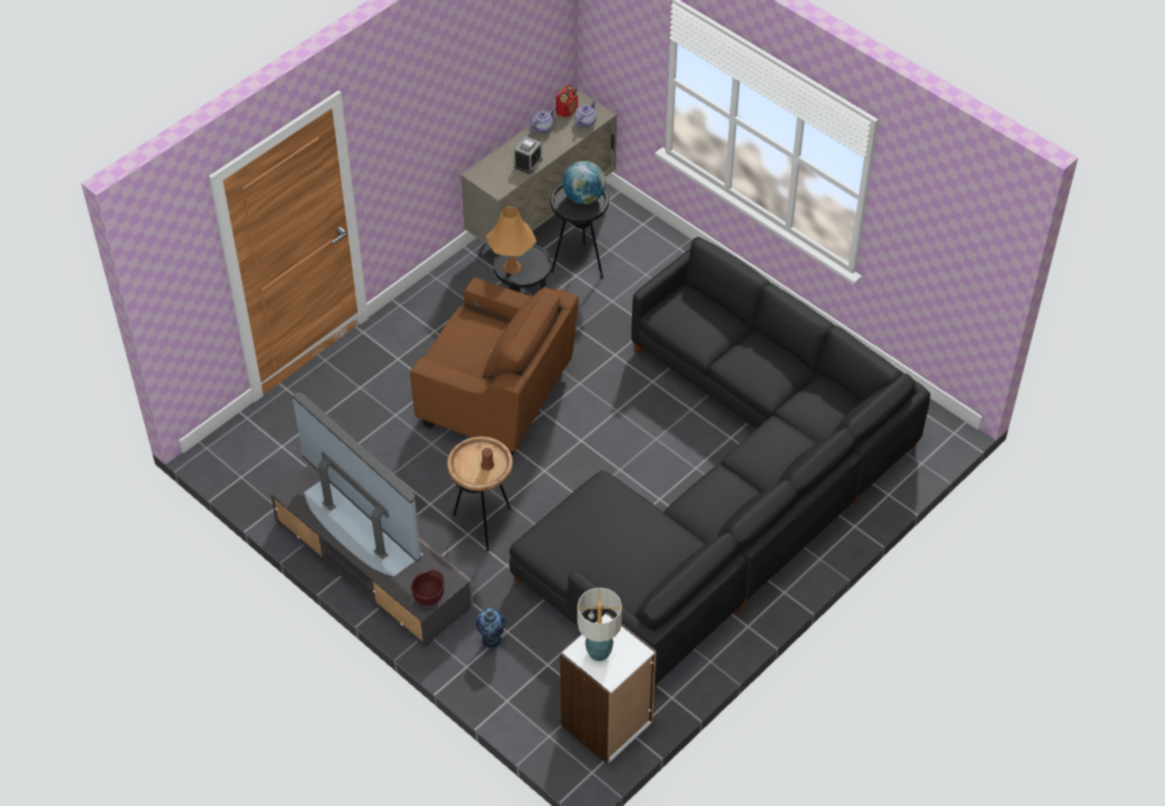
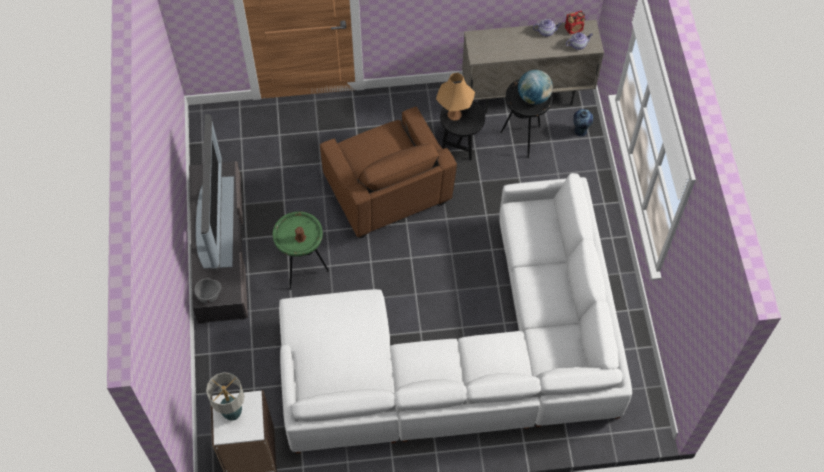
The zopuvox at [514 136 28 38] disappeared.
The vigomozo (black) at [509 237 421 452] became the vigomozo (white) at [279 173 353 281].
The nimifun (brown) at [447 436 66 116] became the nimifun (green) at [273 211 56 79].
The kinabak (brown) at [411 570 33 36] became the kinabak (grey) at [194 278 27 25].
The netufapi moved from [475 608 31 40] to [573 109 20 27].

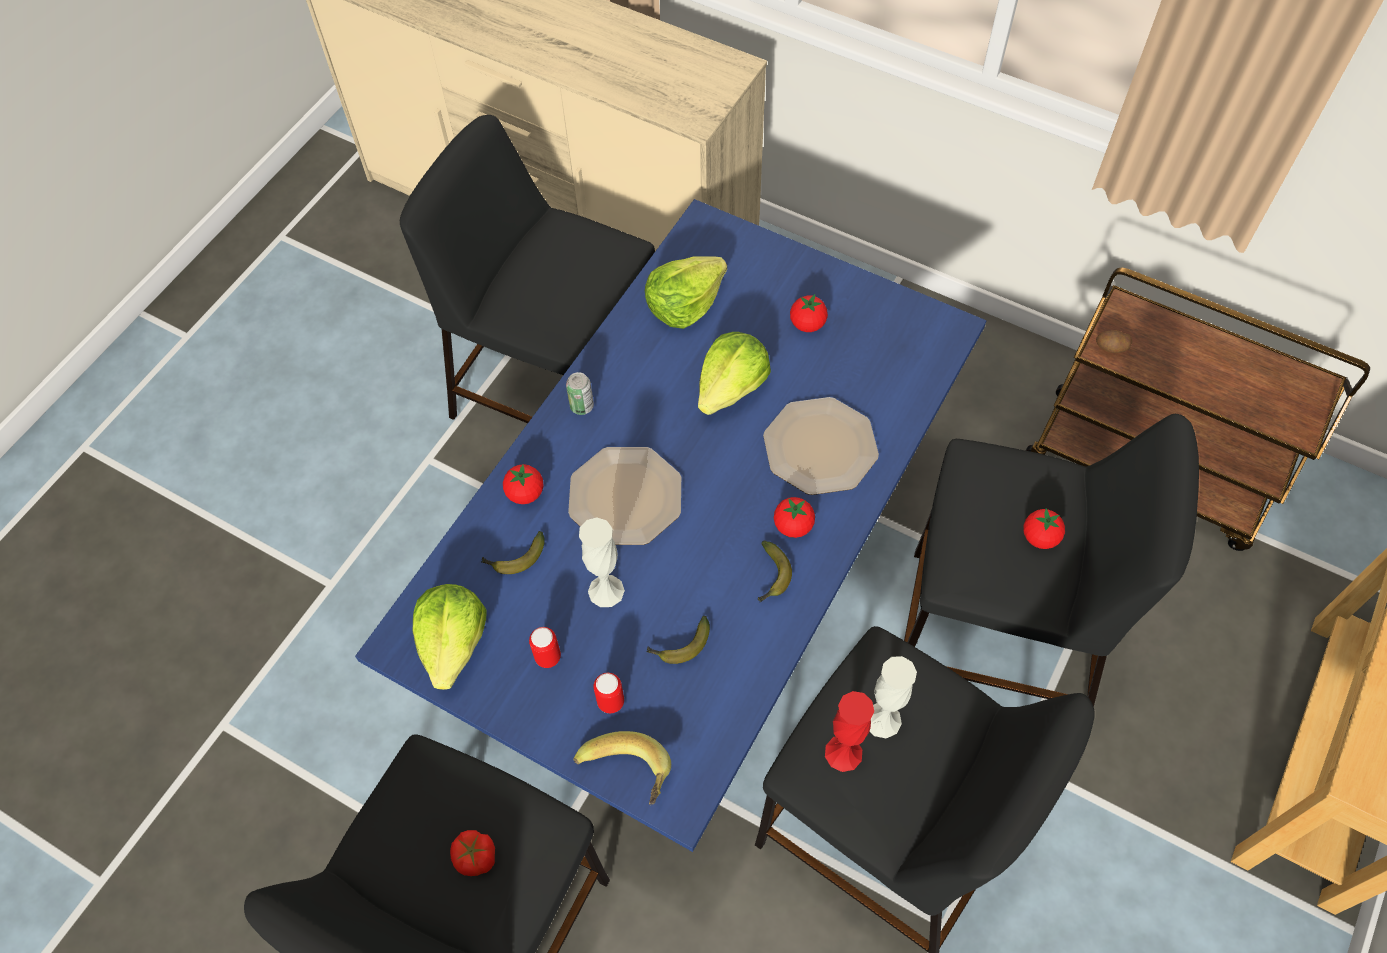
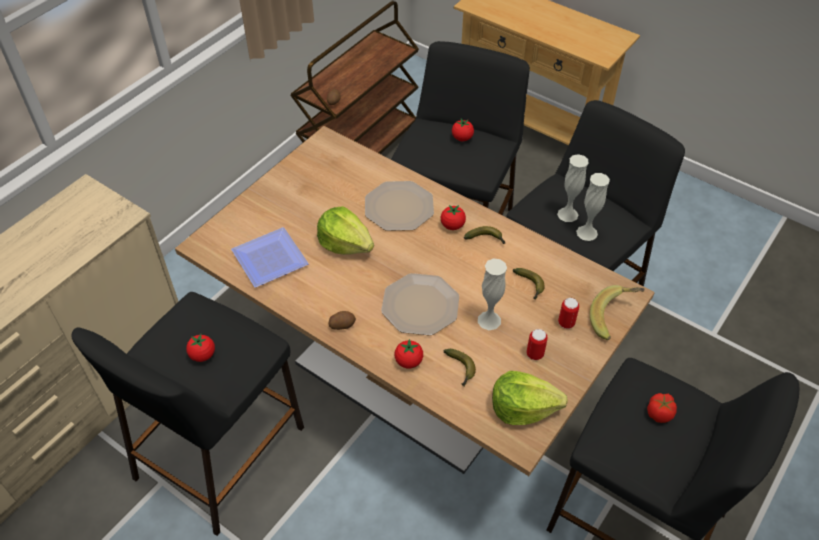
The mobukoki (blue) at [355 199 631 653] became the mobukoki (brown) at [175 126 480 350].
The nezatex at [645 256 82 73] was replaced by the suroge at [231 227 78 60].
The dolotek moved from [790 294 38 38] to [186 334 29 28].
The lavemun at [566 372 28 43] was replaced by the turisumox at [329 311 27 19].
The netufapi (red) at [825 691 49 81] became the netufapi (white) at [576 173 34 68].

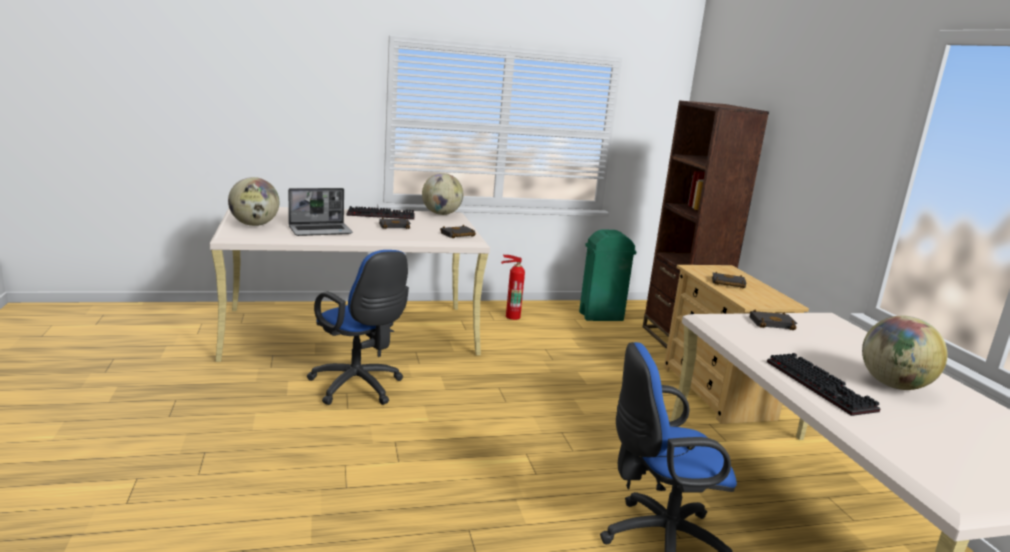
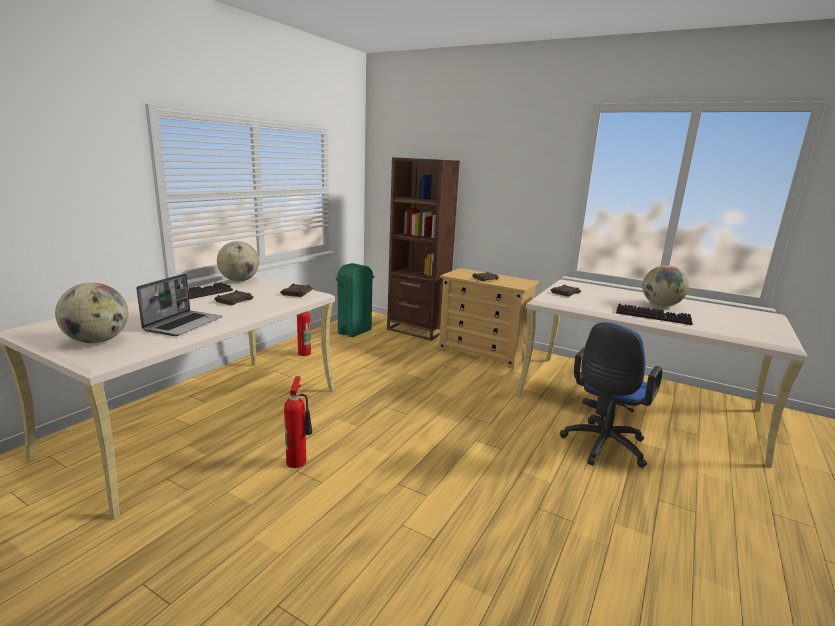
The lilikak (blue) at [307 250 102 155] was replaced by the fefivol at [284 376 28 92].

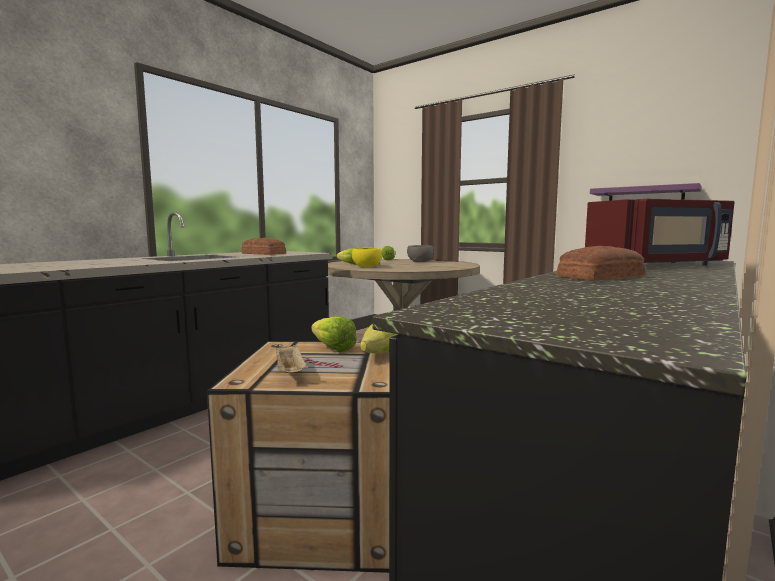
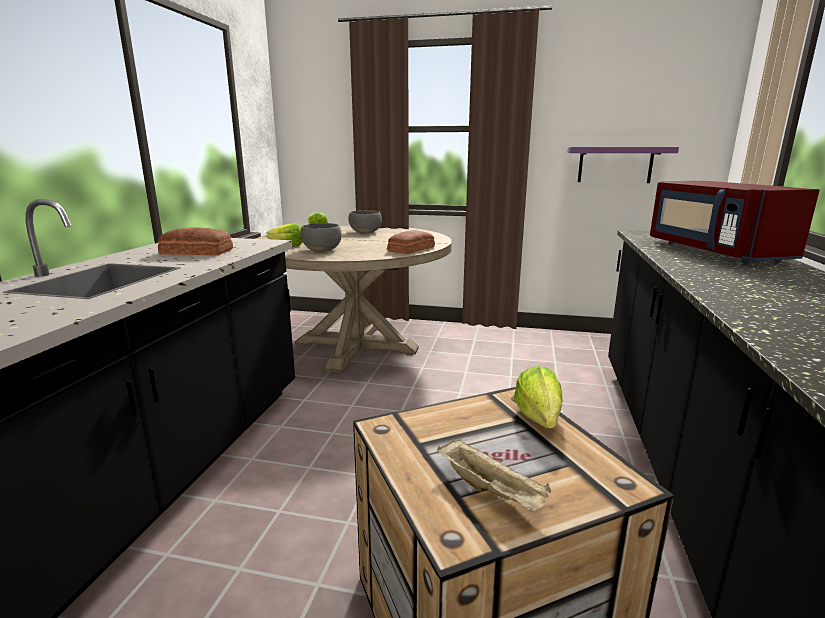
The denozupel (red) at [585 199 150 67] turned 120 degrees clockwise.
The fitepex moved from [557 246 88 34] to [387 230 48 24].
The kinabak (yellow) at [352 248 30 19] became the kinabak (grey) at [300 223 42 29].
The nezatex at [311 316 46 36] disappeared.

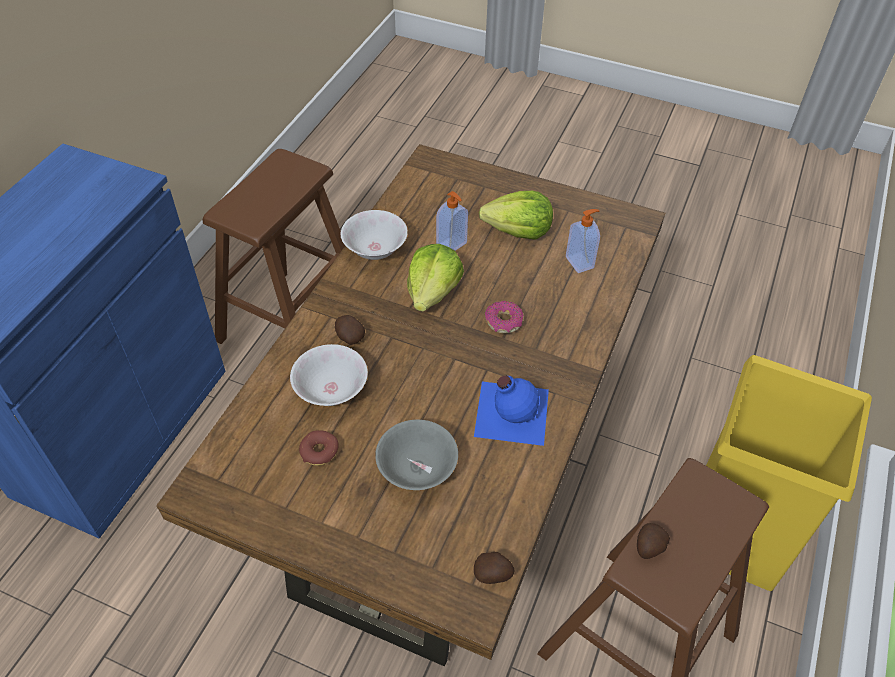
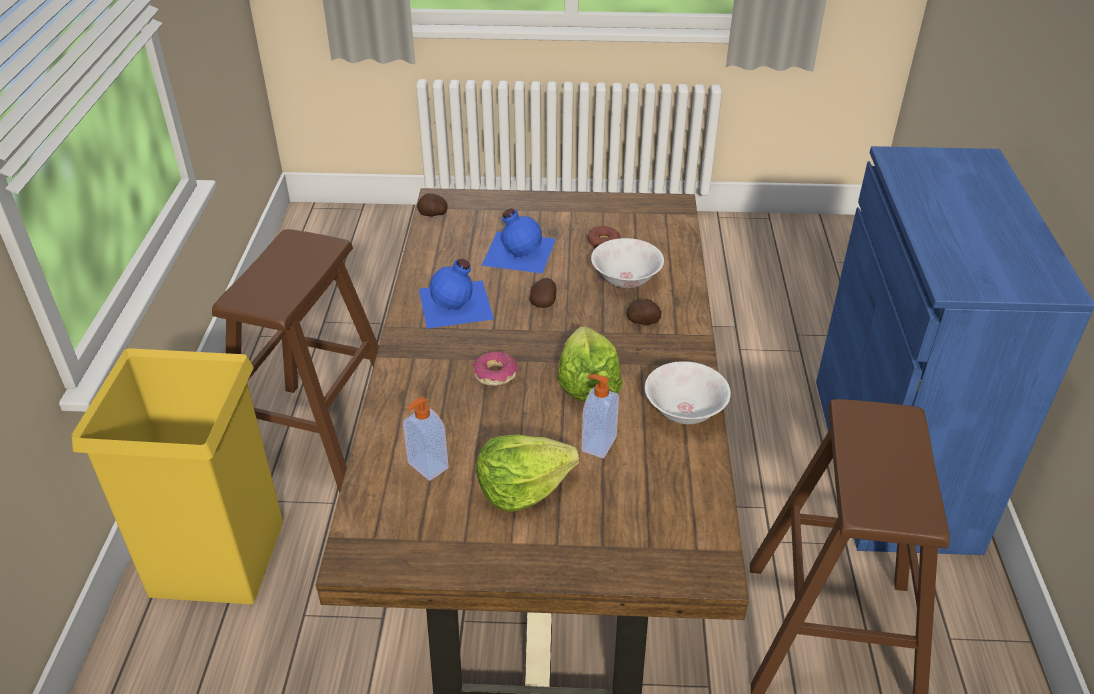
The kinabak (grey) at [375 420 83 70] was replaced by the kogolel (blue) at [481 208 75 66].
The turisumox moved from [637 523 33 36] to [530 278 26 30].

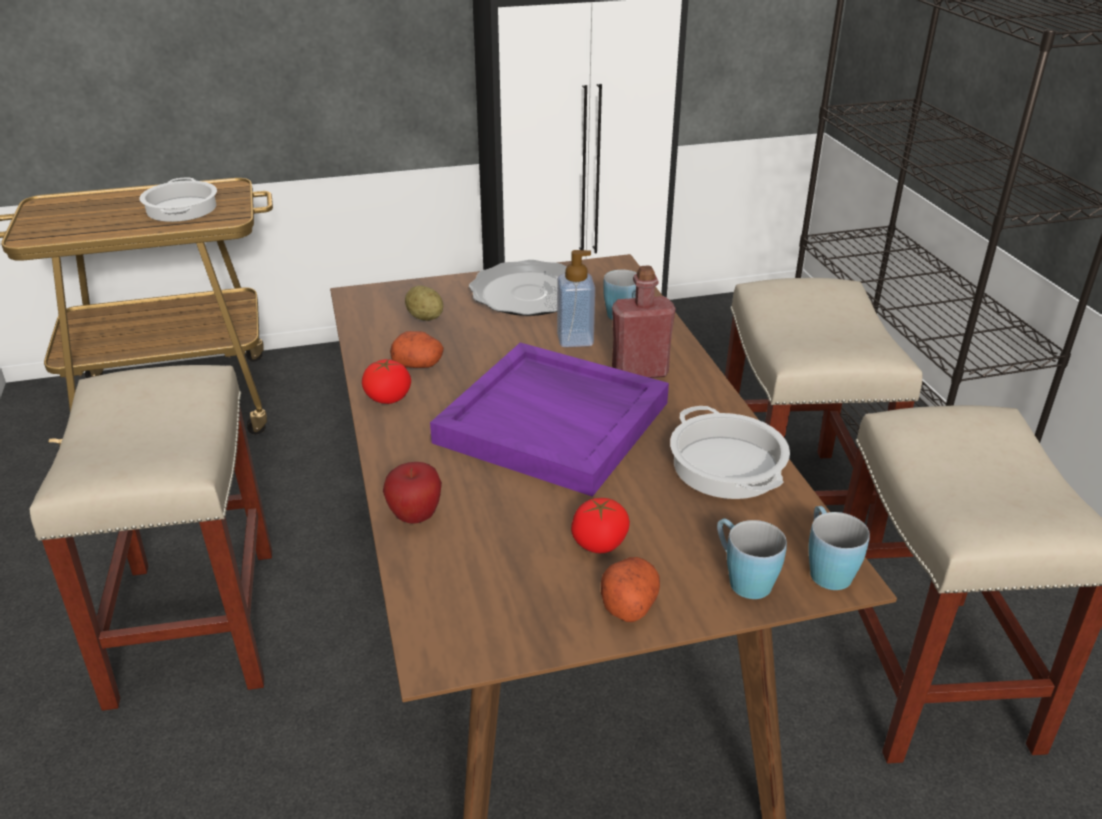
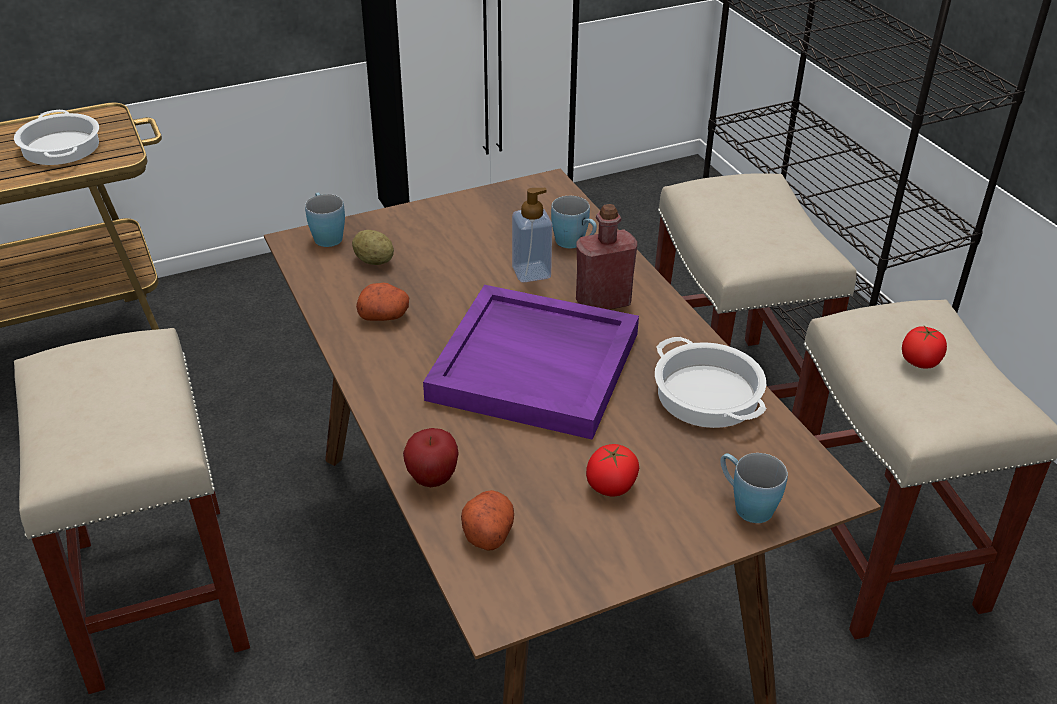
The suroge at [469 260 97 56] disappeared.
The dolotek moved from [362 359 49 45] to [902 326 45 42].
The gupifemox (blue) moved from [808 506 62 84] to [305 192 40 55].
The turisumox moved from [601 557 59 65] to [461 490 53 61].

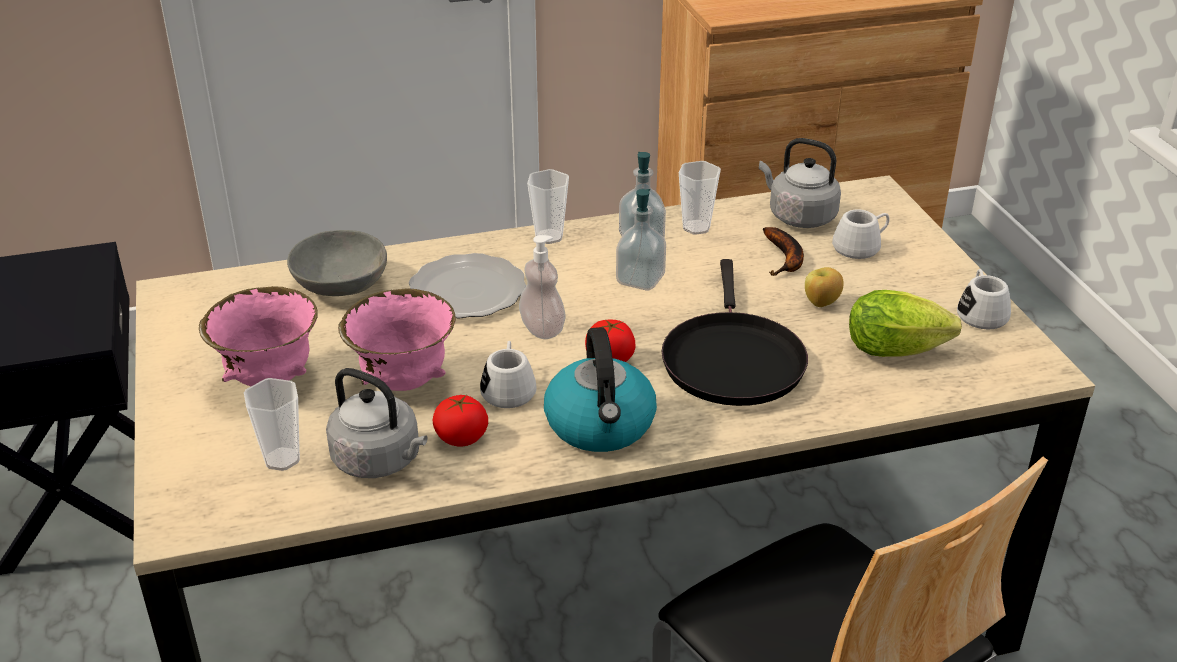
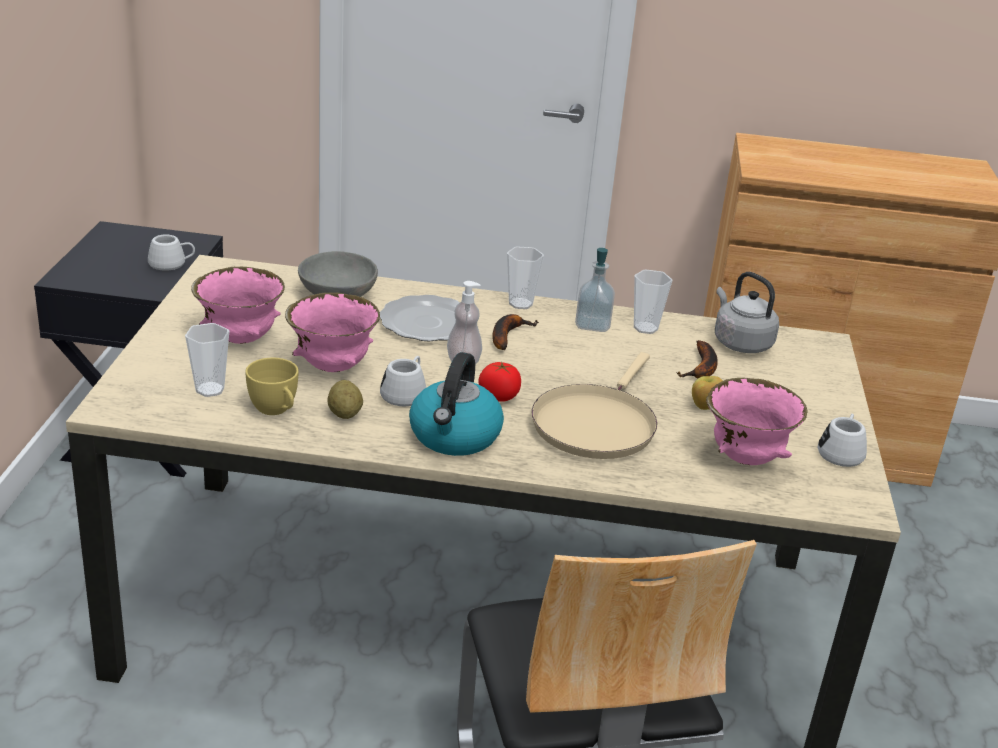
The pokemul at [616 189 50 101] disappeared.
The gupifemox (white) moved from [832 209 57 50] to [148 234 47 37].
The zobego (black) at [662 259 146 147] became the zobego (beige) at [532 352 125 107].
The nezatex at [849 290 113 67] was replaced by the kinabak (pink) at [706 378 102 87].
The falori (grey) at [326 368 102 110] was replaced by the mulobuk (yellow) at [245 358 54 57].
The dolotek at [433 394 55 53] was replaced by the turisumox at [328 380 35 39].
The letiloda at [492 314 47 36] appeared.

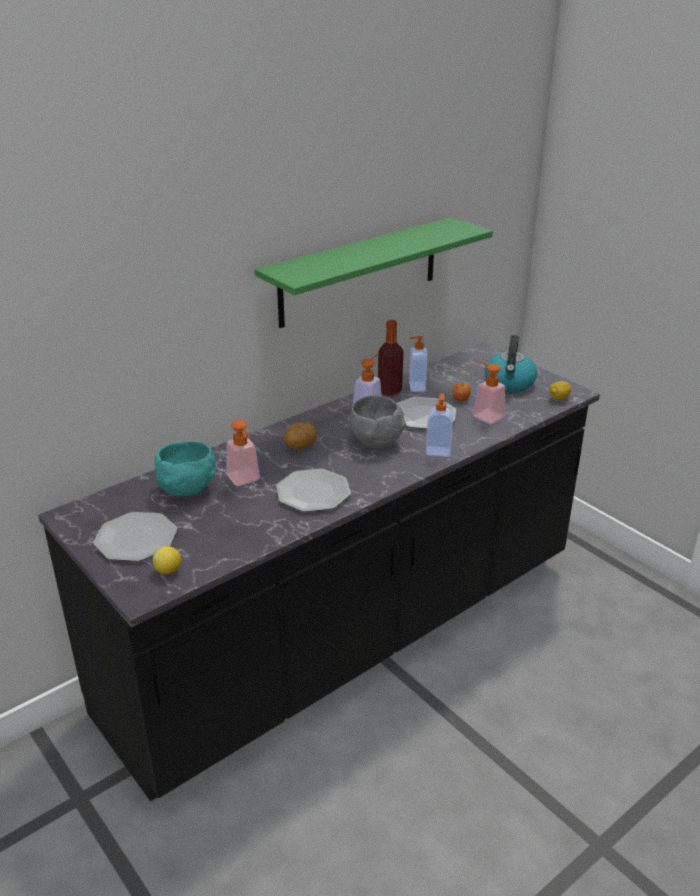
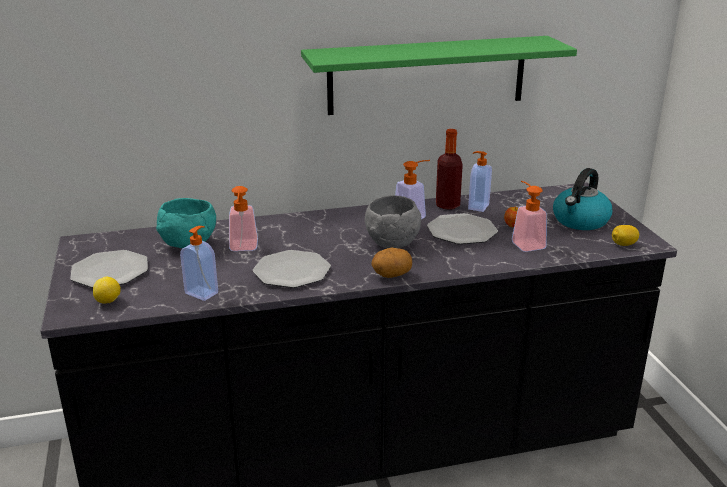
The pokemul moved from [426 393 27 64] to [180 226 38 75].
The turisumox moved from [284 422 33 28] to [371 248 41 30].

